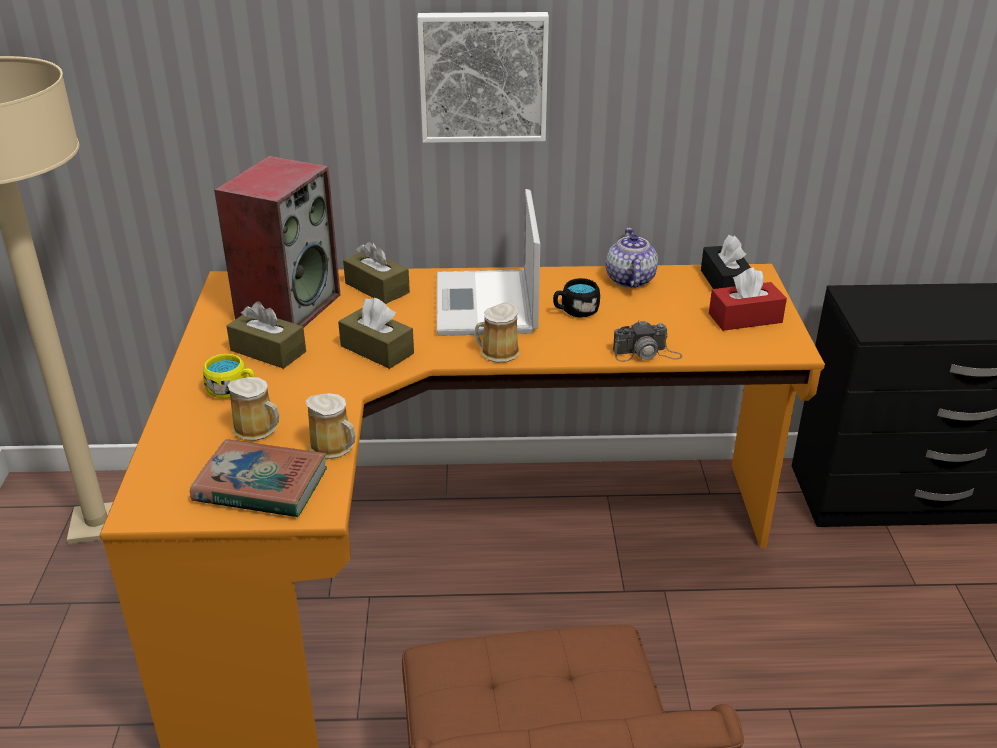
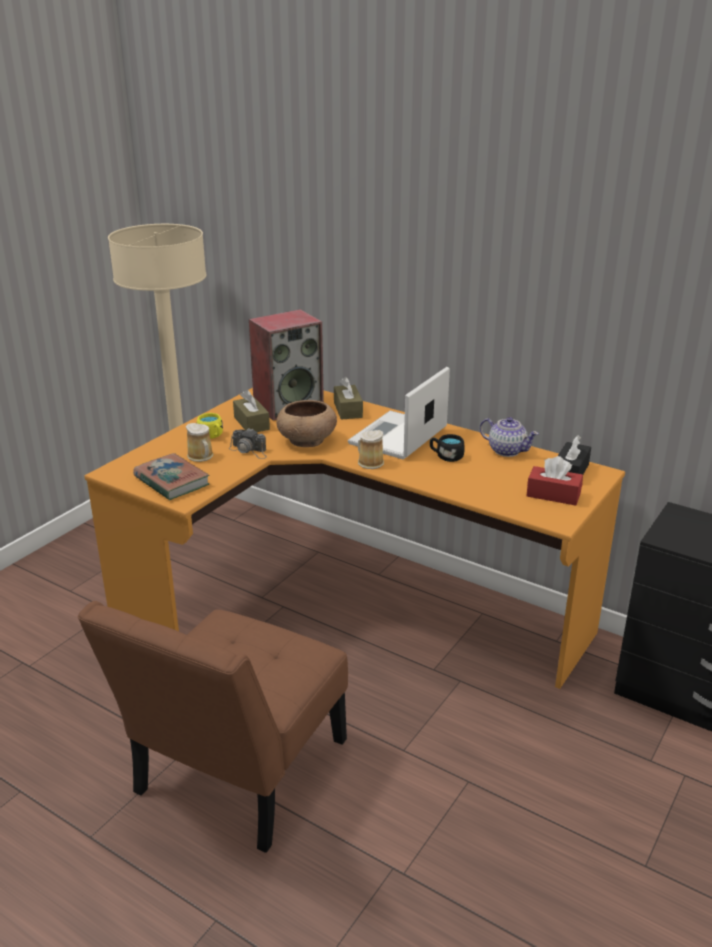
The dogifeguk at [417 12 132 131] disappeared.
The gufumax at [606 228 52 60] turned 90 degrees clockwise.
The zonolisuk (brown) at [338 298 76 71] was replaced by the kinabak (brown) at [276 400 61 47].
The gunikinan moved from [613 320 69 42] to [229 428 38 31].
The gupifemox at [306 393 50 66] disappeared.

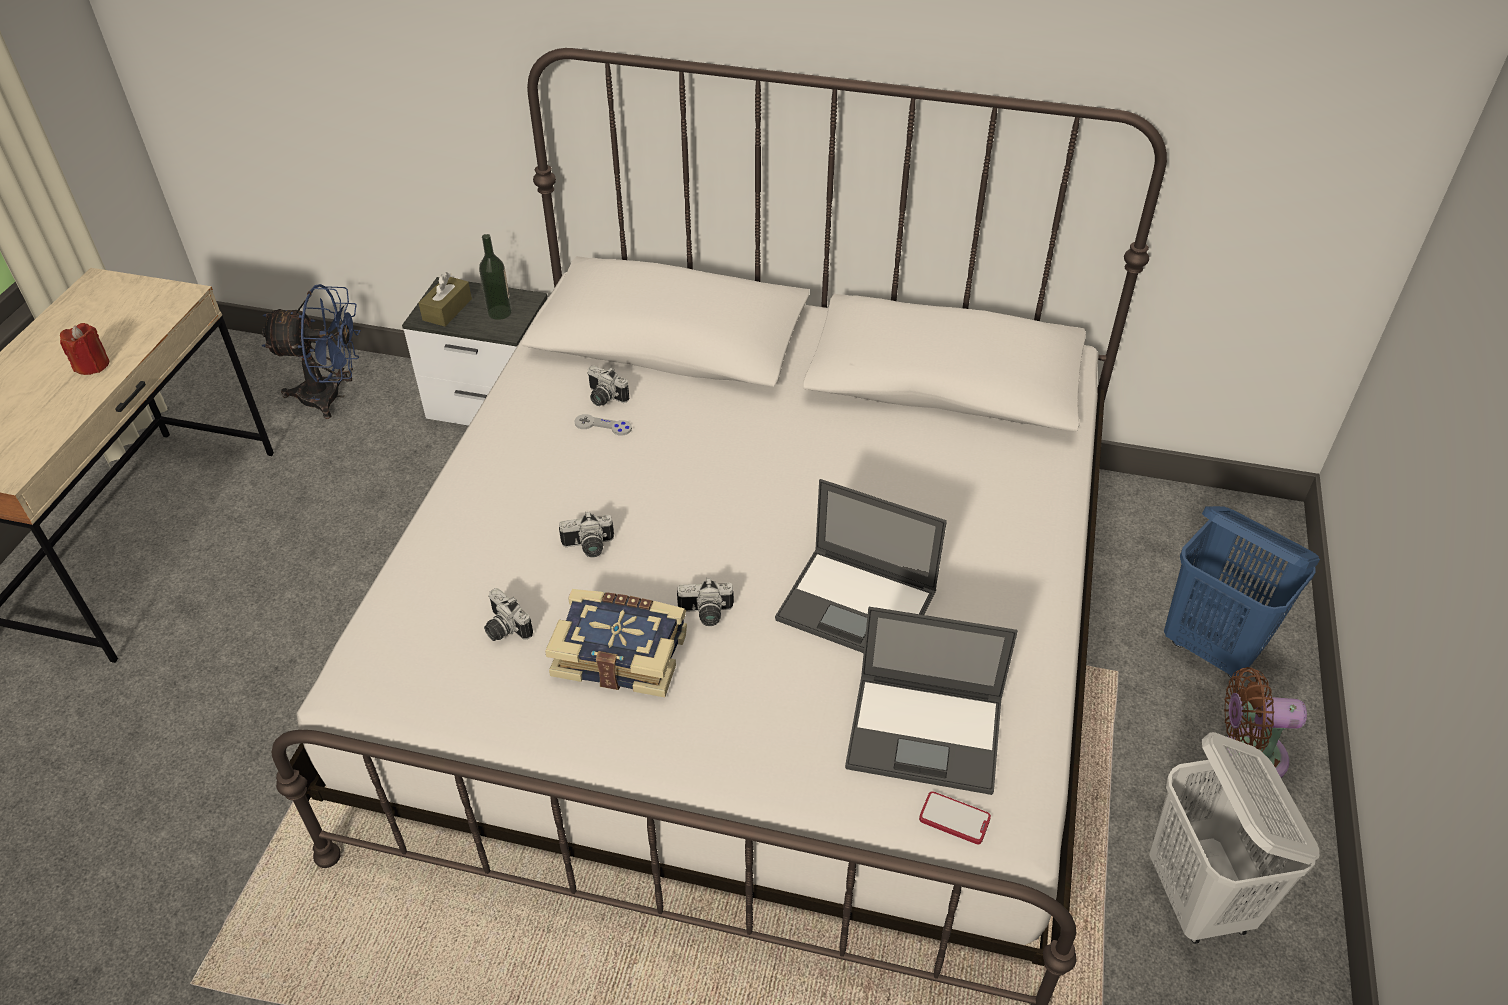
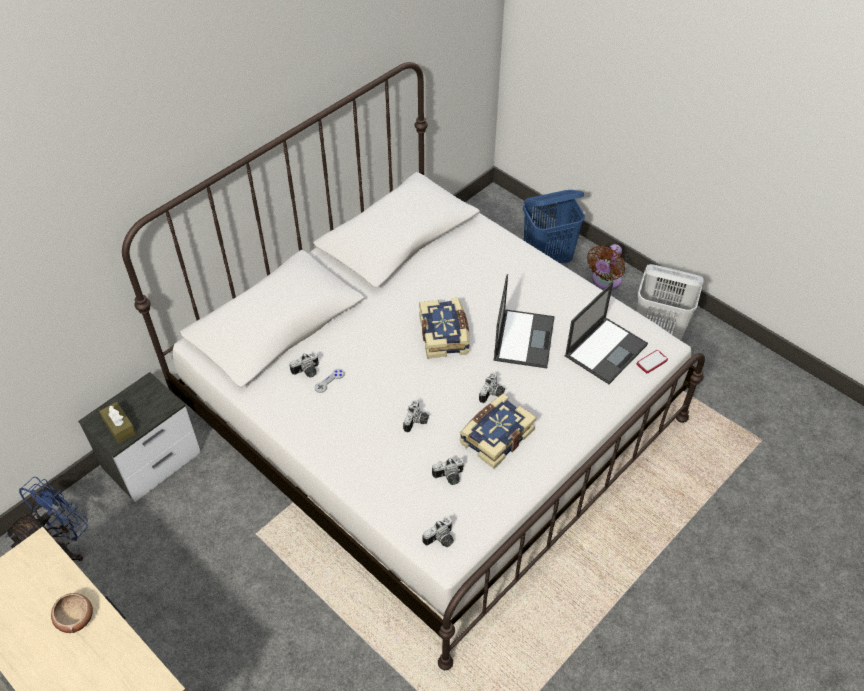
The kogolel at [479 234 33 86] disappeared.
The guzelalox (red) at [60 323 49 52] was replaced by the kinabak at [51 593 42 40].
The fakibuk at [775 479 172 174] turned 45 degrees counterclockwise.
The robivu at [419 298 51 61] appeared.
The gunikinan at [422 517 32 30] appeared.

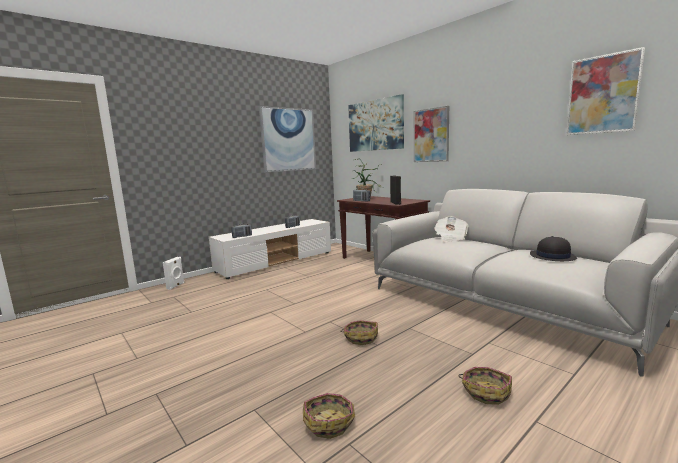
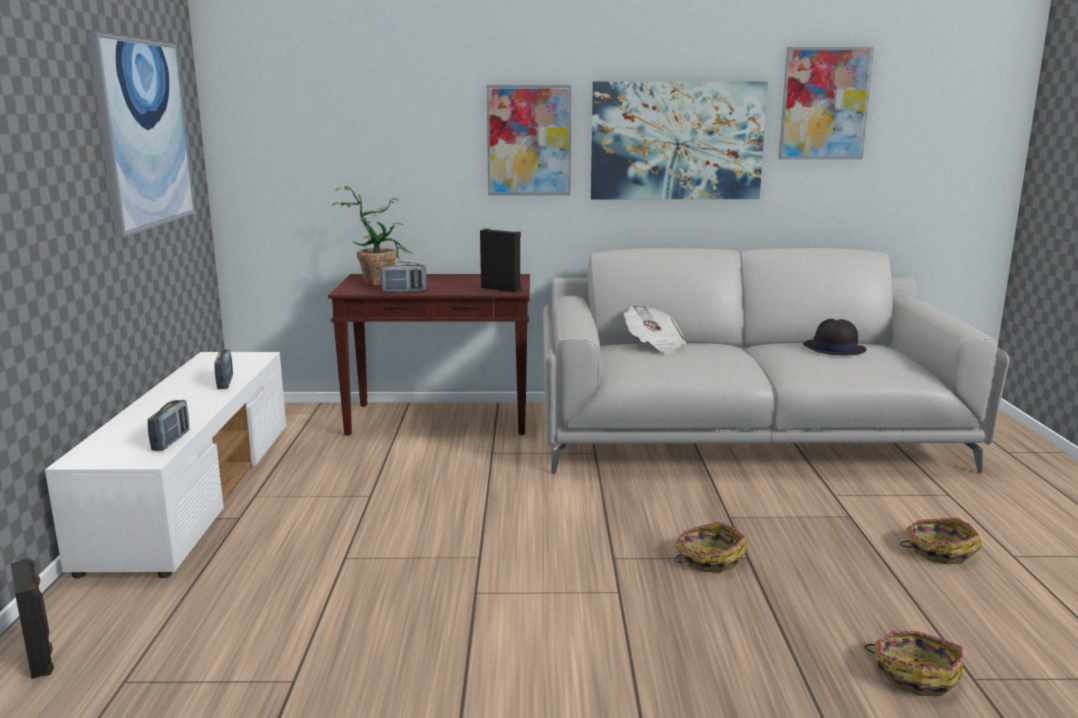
The dogifeguk moved from [348 94 56 58] to [591 81 177 118].
The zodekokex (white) at [163 257 21 33] became the zodekokex (black) at [11 558 43 121].

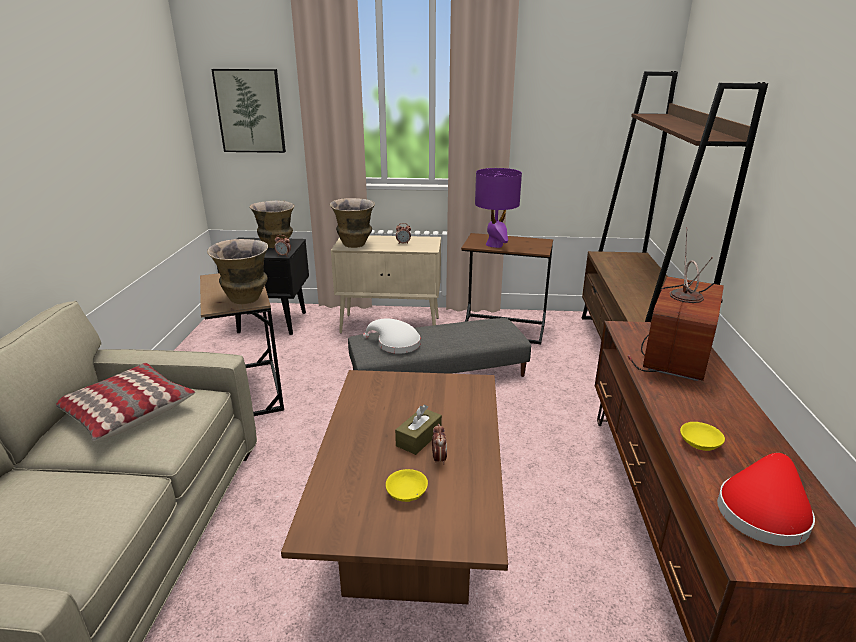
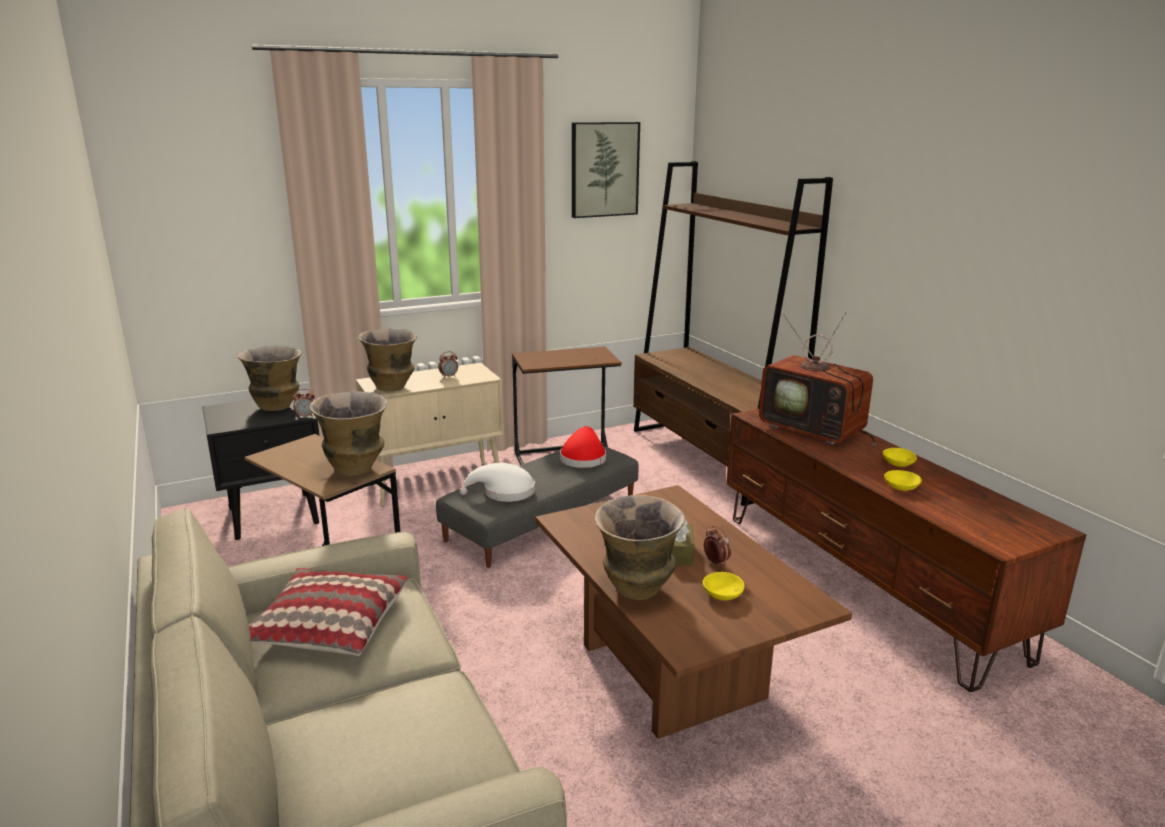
The dogifeguk moved from [211 69 75 84] to [572 122 68 96].
The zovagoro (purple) at [475 168 47 80] disappeared.
The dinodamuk at [628 227 96 154] turned 135 degrees clockwise.
The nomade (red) moved from [717 453 98 93] to [560 426 46 42].
The kinabak (yellow) at [883 448 34 19] appeared.
The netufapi at [595 495 90 105] appeared.

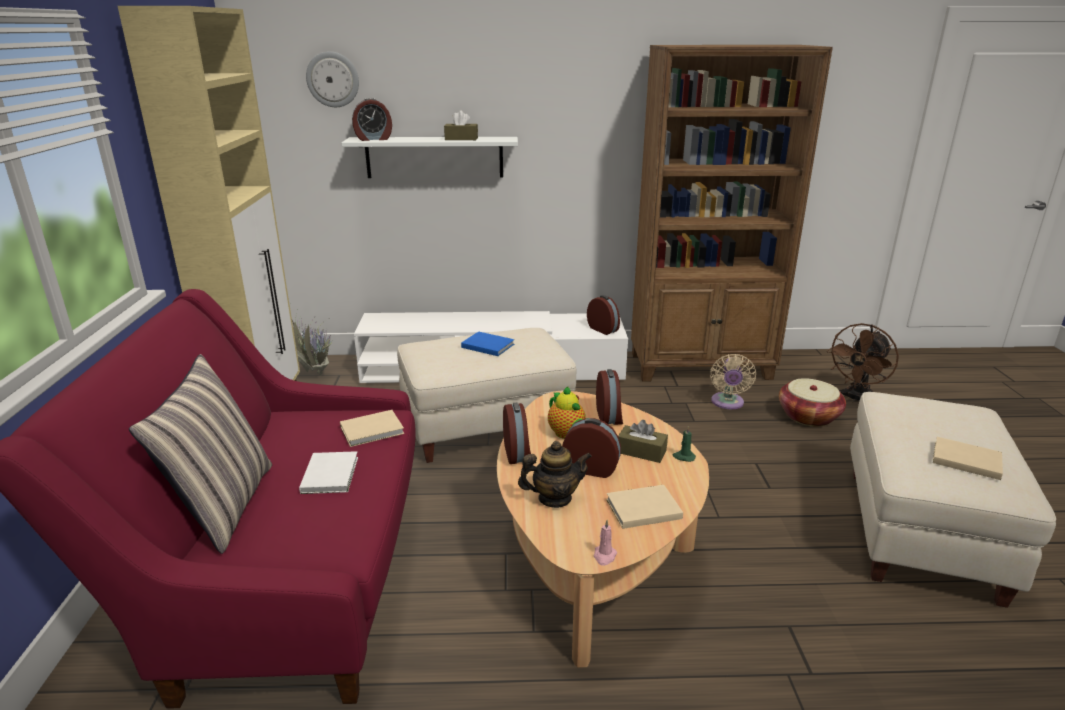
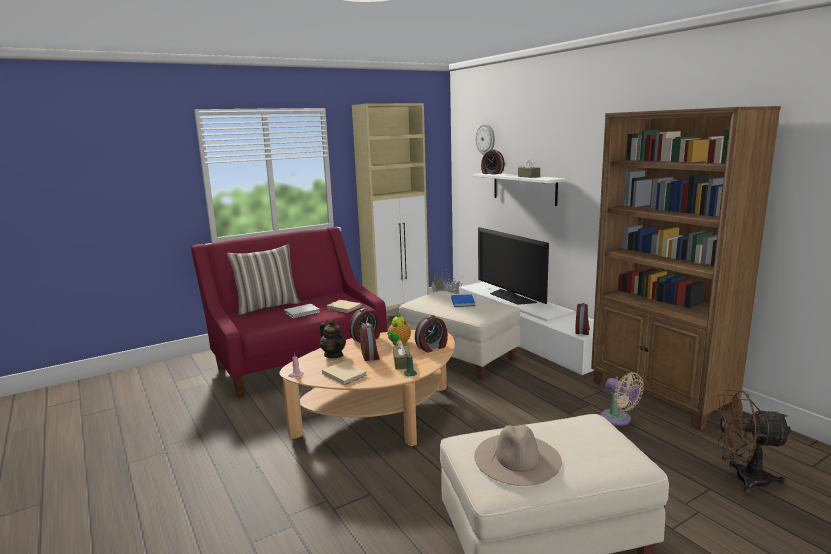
The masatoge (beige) at [710 354 46 55] turned 105 degrees counterclockwise.
The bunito at [779 378 67 48] disappeared.
The robivu (beige) at [933 437 70 43] was replaced by the nomade (beige) at [474 425 88 61].
The dinodamuk at [478 227 71 78] appeared.

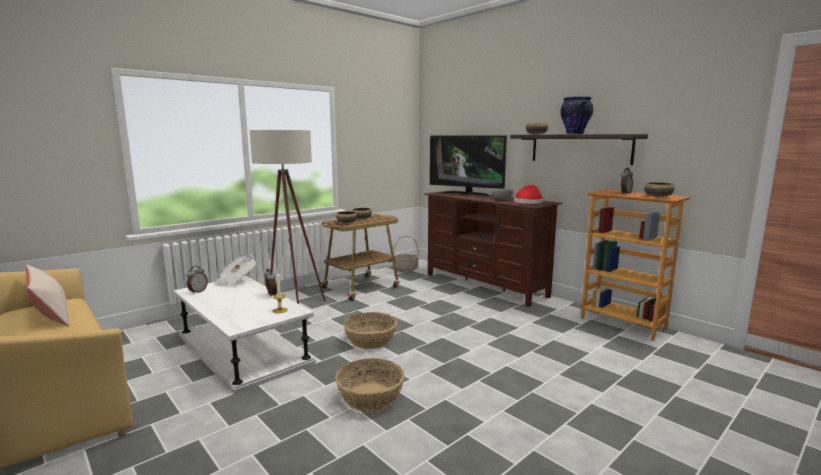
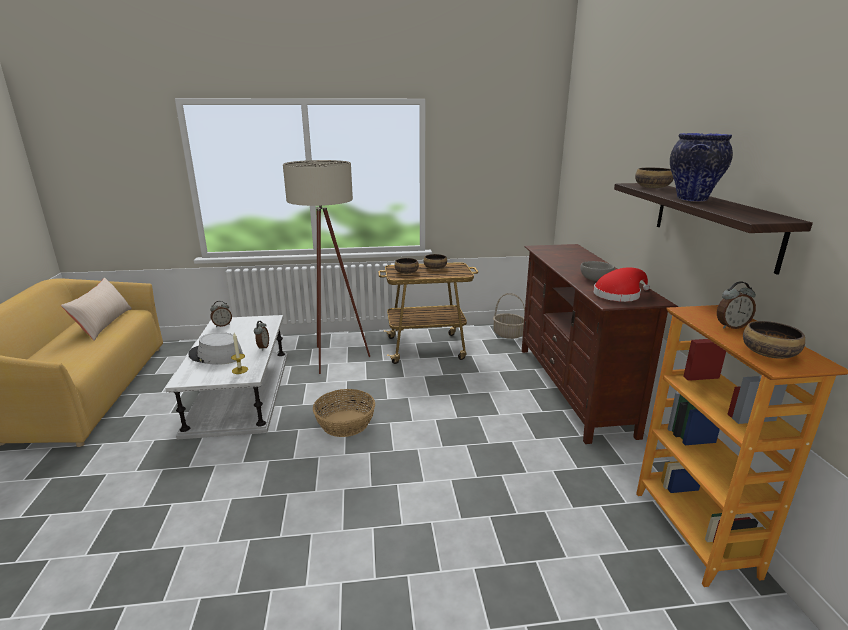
The dinodamuk at [430 135 77 62] disappeared.
The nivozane at [214 255 42 31] disappeared.
The bunito at [335 358 70 54] disappeared.
The nomade (grey) at [188 332 55 33] appeared.

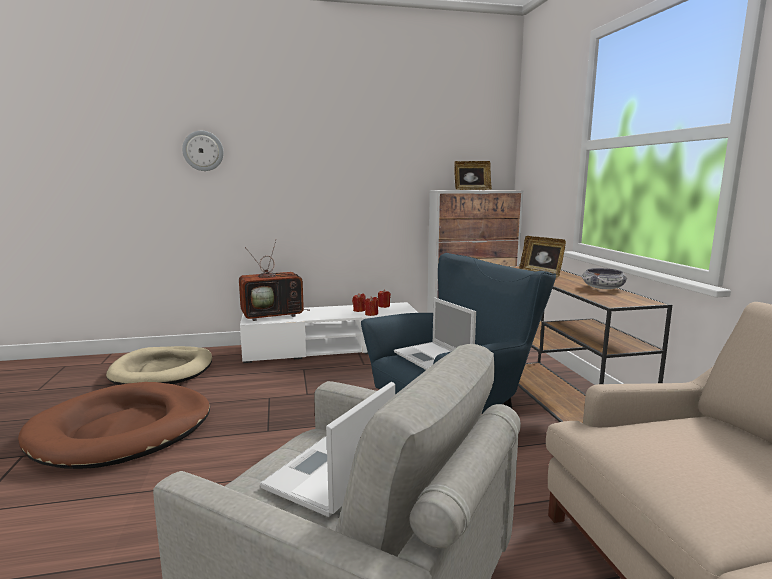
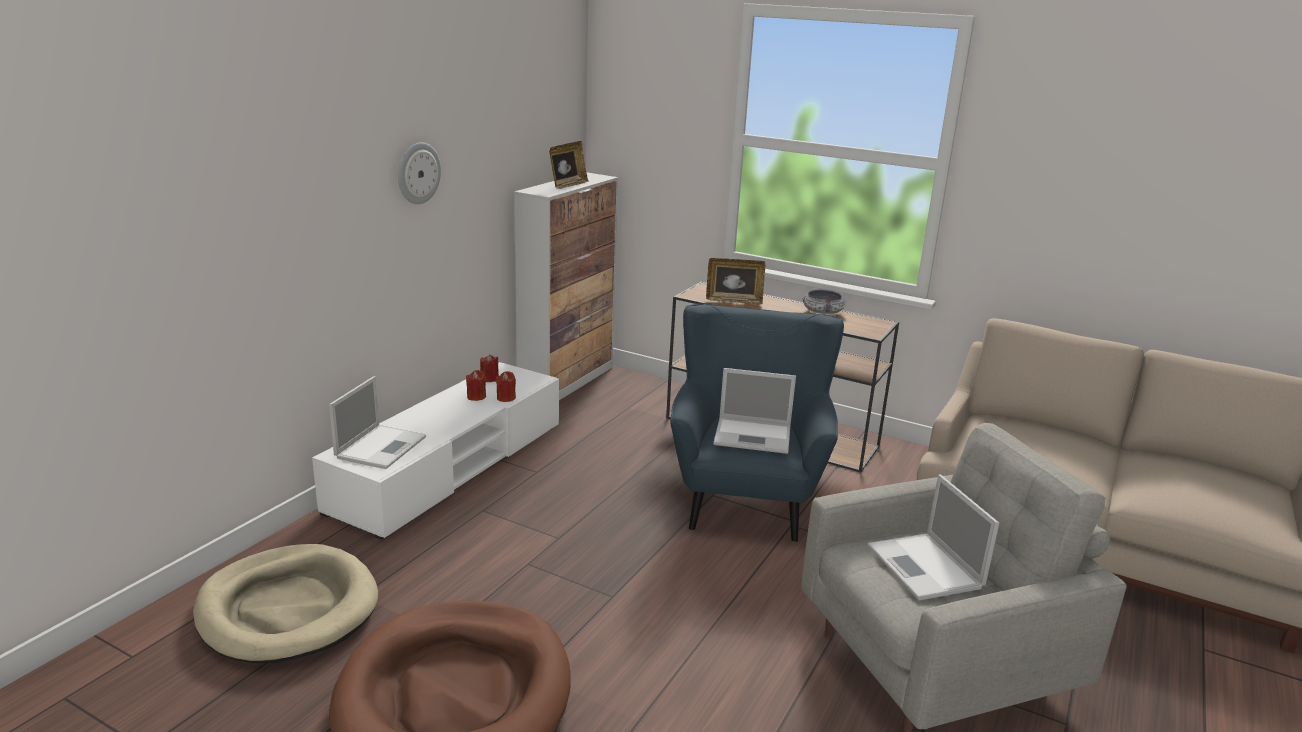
The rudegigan moved from [182 131 42 40] to [398 142 43 62].
The dinodamuk at [239 239 71 82] was replaced by the fakibuk at [329 376 97 93].

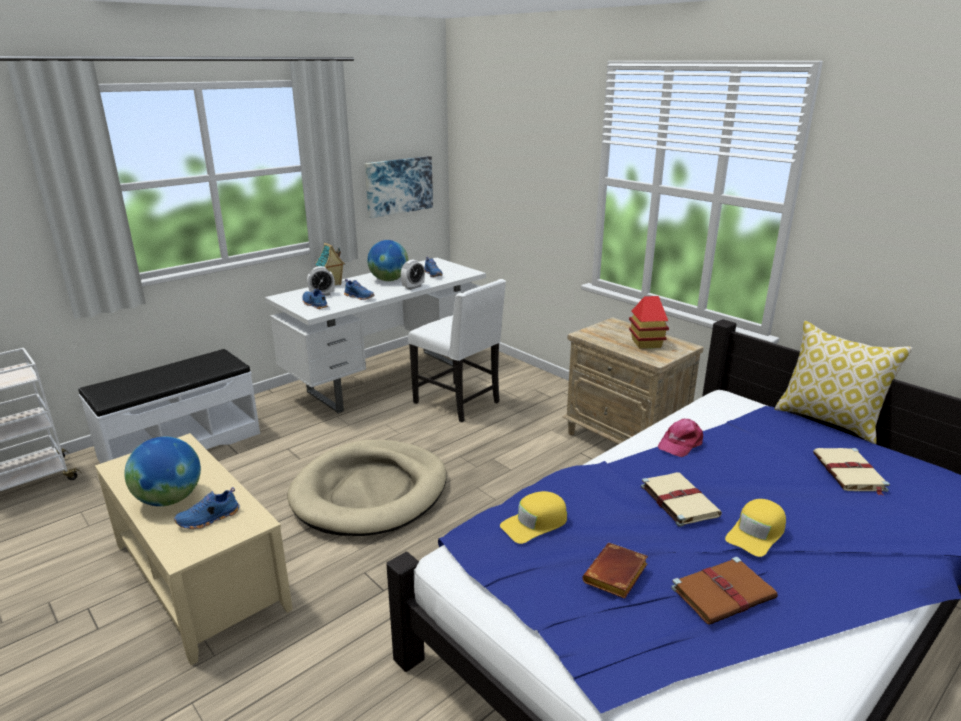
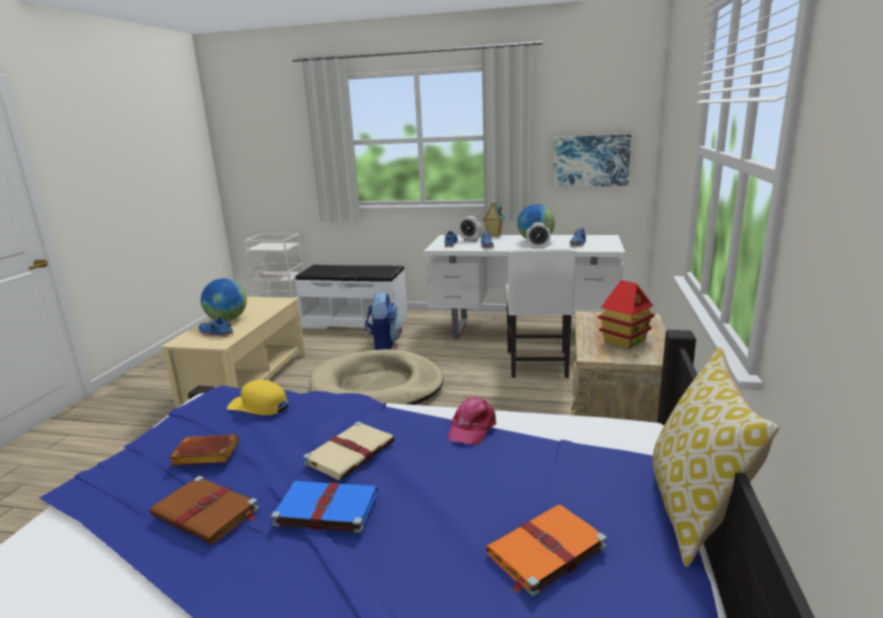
The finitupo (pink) at [658 419 45 38] turned 75 degrees counterclockwise.
The robivu (beige) at [813 448 77 47] became the robivu (orange) at [486 505 121 92].
The finitupo (yellow) at [725 499 61 58] was replaced by the robivu (blue) at [269 481 109 52].
The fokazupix at [365 292 37 58] appeared.

